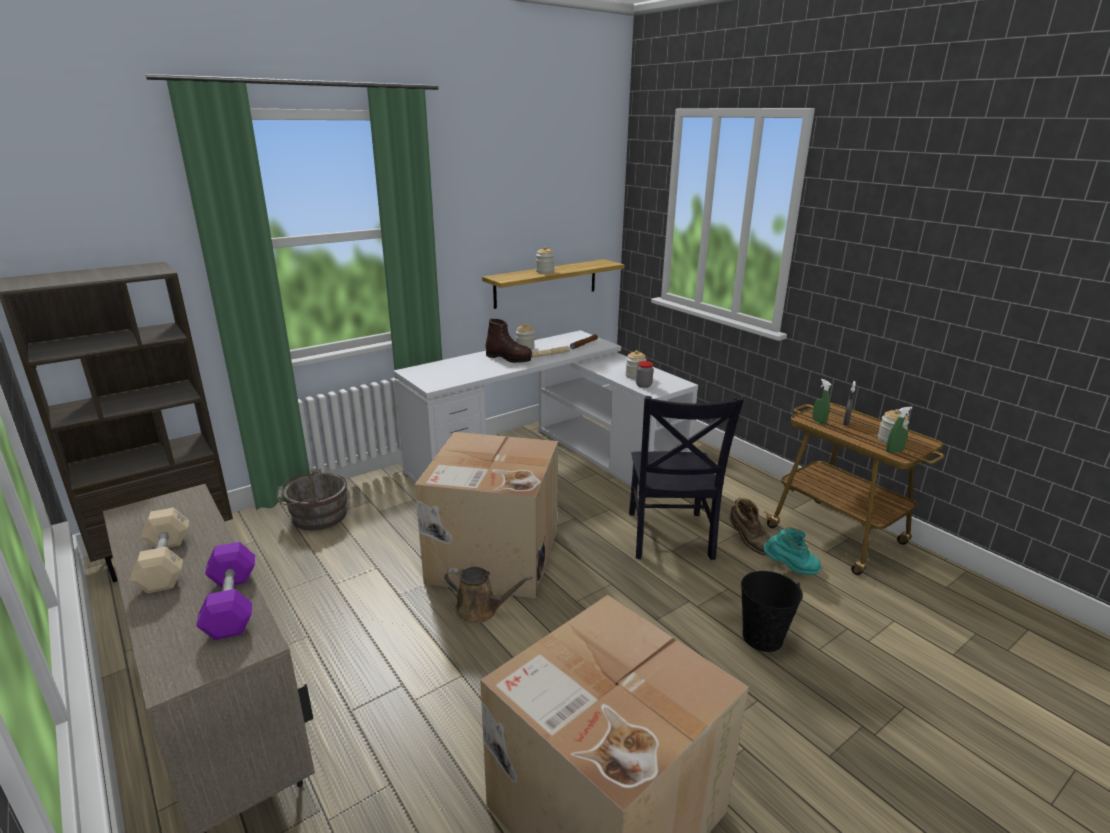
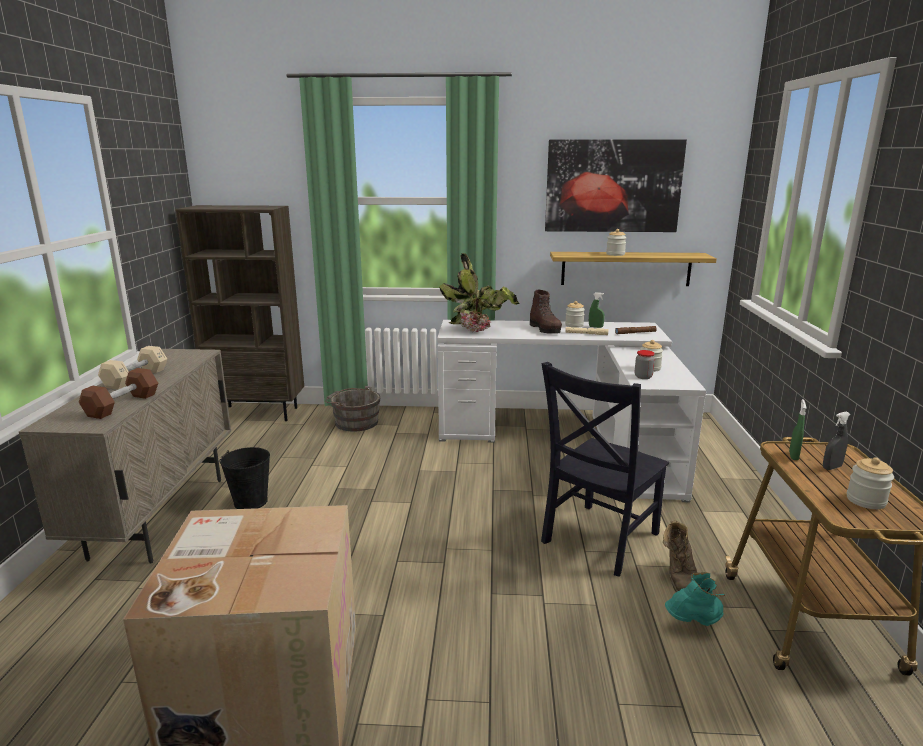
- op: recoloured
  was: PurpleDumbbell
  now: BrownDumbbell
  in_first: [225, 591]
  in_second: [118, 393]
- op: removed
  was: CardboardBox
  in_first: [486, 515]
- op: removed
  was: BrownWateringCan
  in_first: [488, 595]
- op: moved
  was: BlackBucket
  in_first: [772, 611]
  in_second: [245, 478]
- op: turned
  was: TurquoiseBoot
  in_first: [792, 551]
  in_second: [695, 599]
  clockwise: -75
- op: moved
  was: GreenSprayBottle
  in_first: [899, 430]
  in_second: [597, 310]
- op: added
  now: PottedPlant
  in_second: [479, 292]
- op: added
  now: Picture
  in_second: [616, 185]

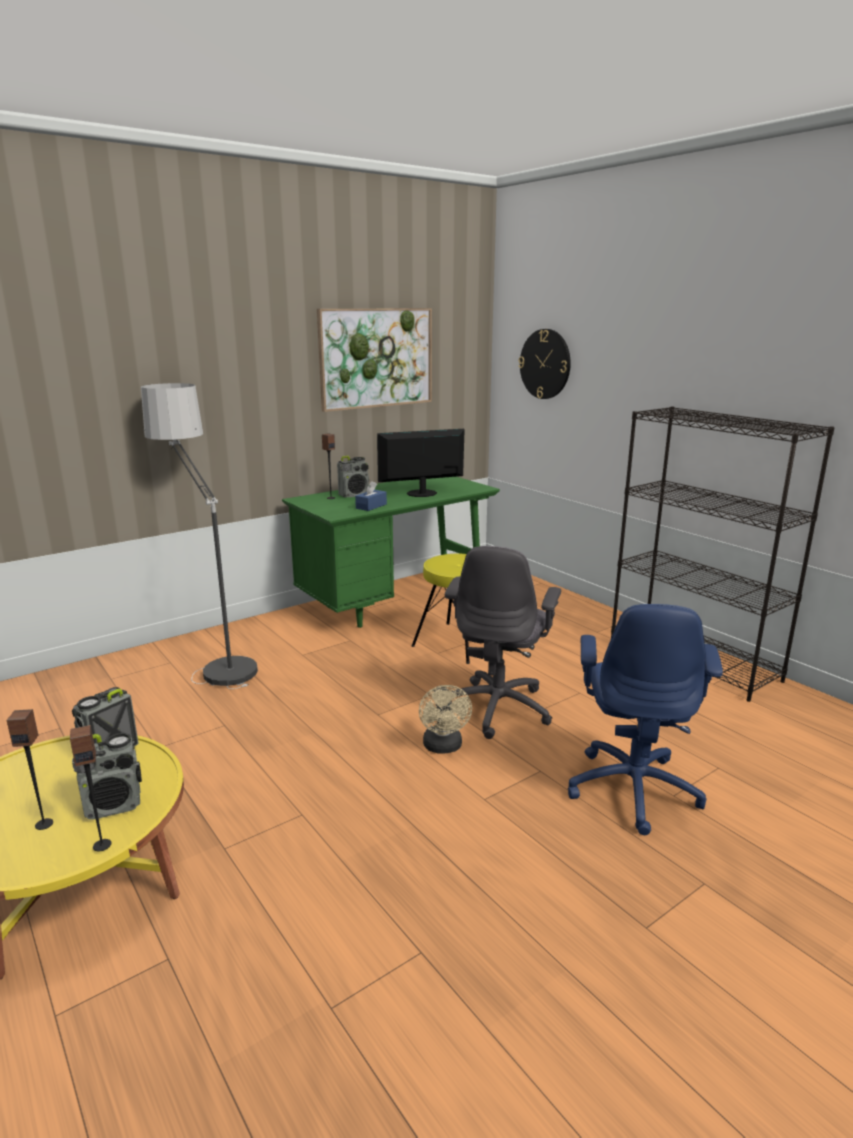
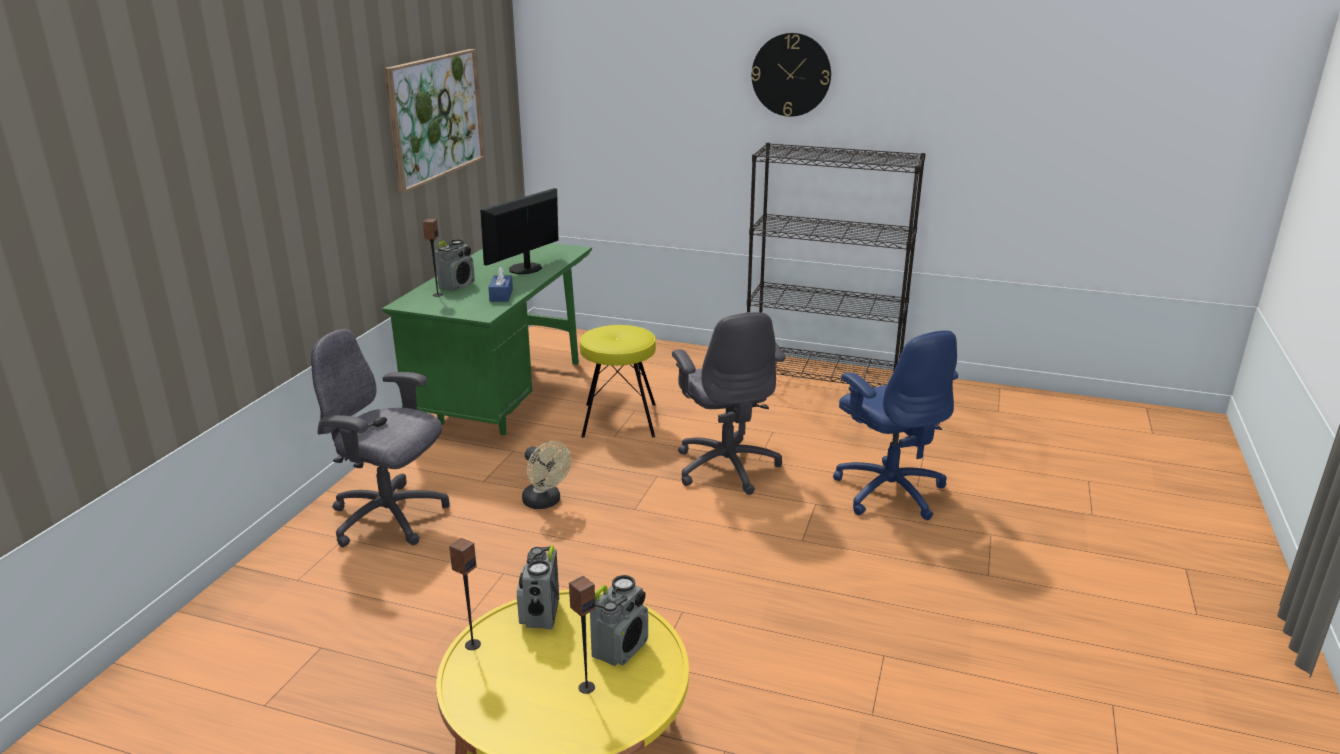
- op: moved
  was: Speaker
  in_first: [90, 788]
  in_second: [465, 594]
- op: replaced
  was: FloorLamp
  now: GreyOfficeChair
  in_first: [199, 536]
  in_second: [380, 438]
- op: moved
  was: BeigeFan
  in_first: [445, 719]
  in_second: [546, 475]
- op: moved
  was: WallClock
  in_first: [544, 364]
  in_second: [791, 75]

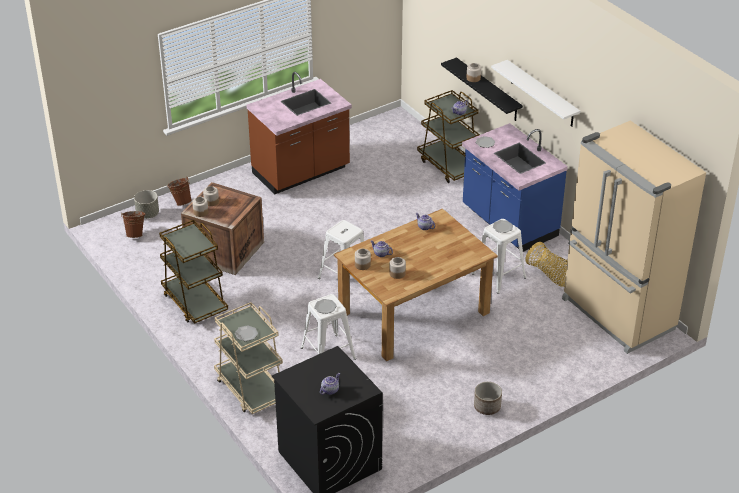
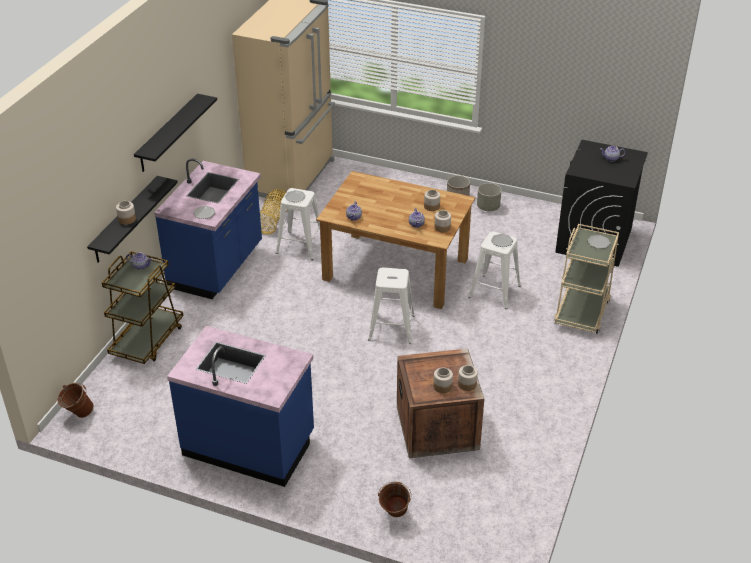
- op: moved
  was: BrownBucket
  in_first: [133, 224]
  in_second: [76, 400]
- op: moved
  was: GreyPlanter
  in_first: [146, 204]
  in_second: [489, 197]
- op: removed
  was: BrownCart
  in_first: [193, 272]
- op: recoloured
  was: BrownCounter
  now: BlueCounter
  in_first: [299, 133]
  in_second: [240, 406]
- op: recoloured
  was: WhiteShelf
  now: BlackShelf
  in_first: [535, 93]
  in_second: [175, 133]

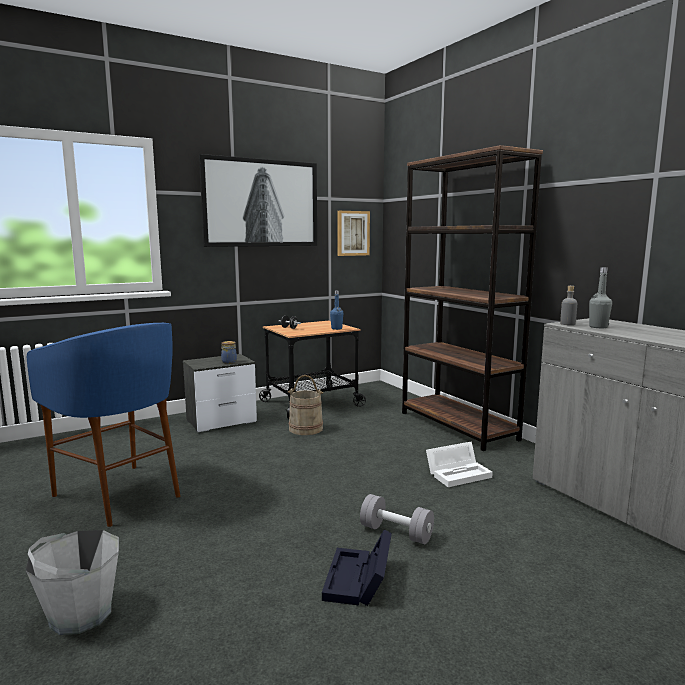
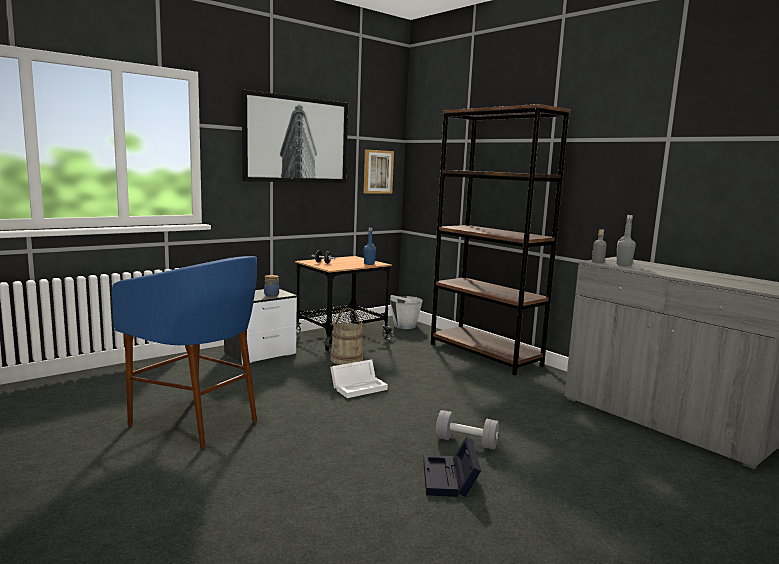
- op: moved
  was: GreyBucket
  in_first: [72, 582]
  in_second: [406, 312]
- op: moved
  was: WhiteStorageBox
  in_first: [459, 464]
  in_second: [359, 379]

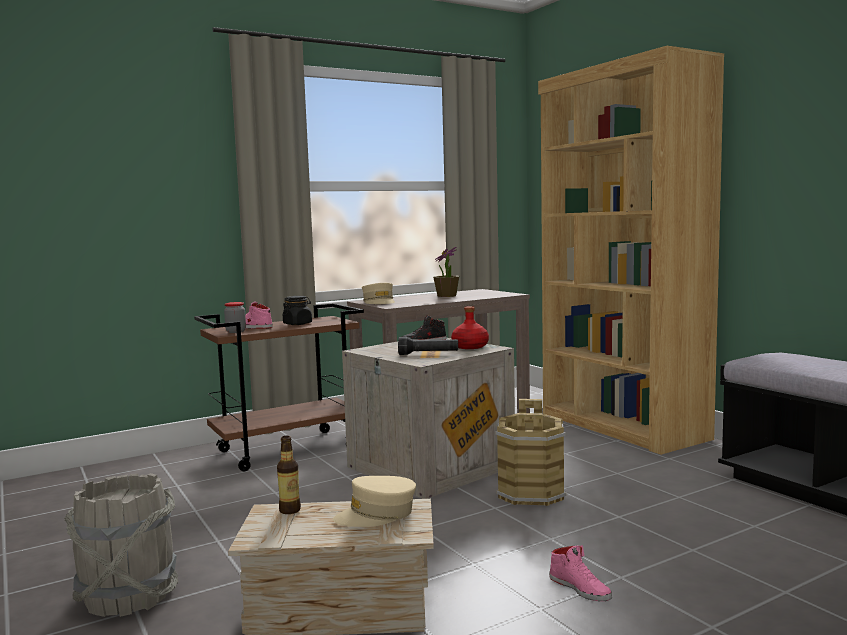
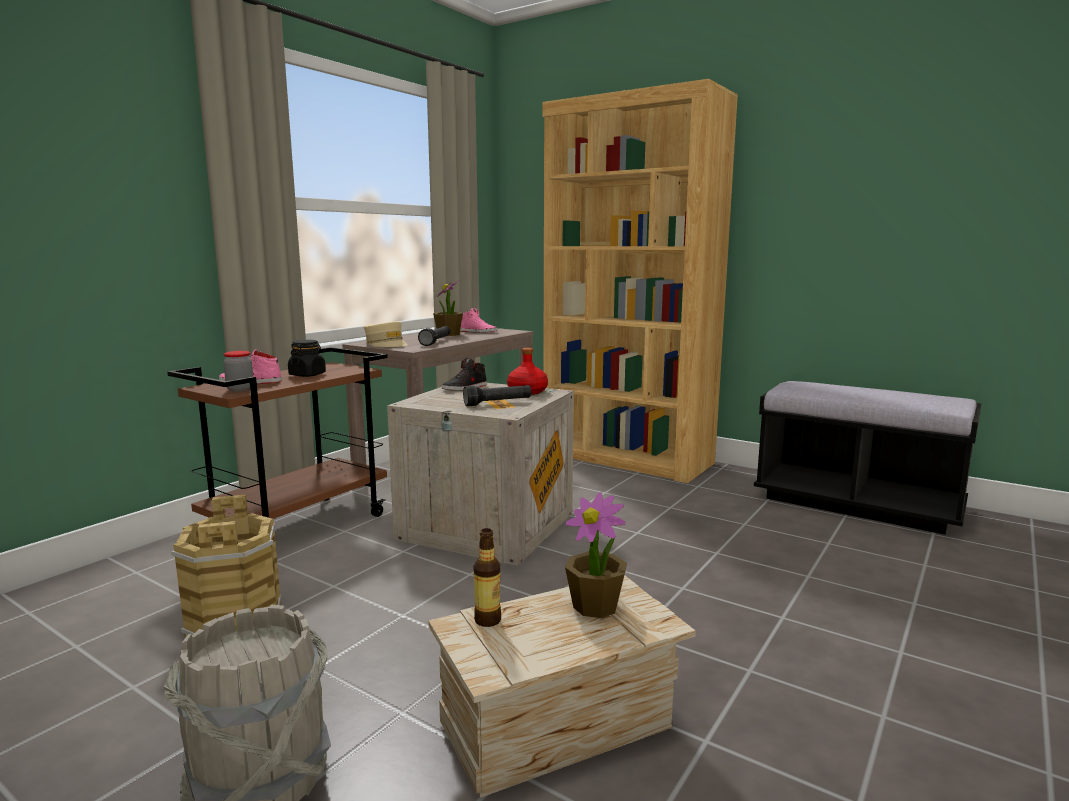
- op: replaced
  was: BeigeCap
  now: PottedPlant
  in_first: [374, 501]
  in_second: [596, 555]
- op: moved
  was: BrownBucket
  in_first: [530, 452]
  in_second: [226, 565]
- op: moved
  was: PinkShoe
  in_first: [580, 573]
  in_second: [478, 320]
- op: added
  now: BlackFlashlight
  in_second: [434, 336]

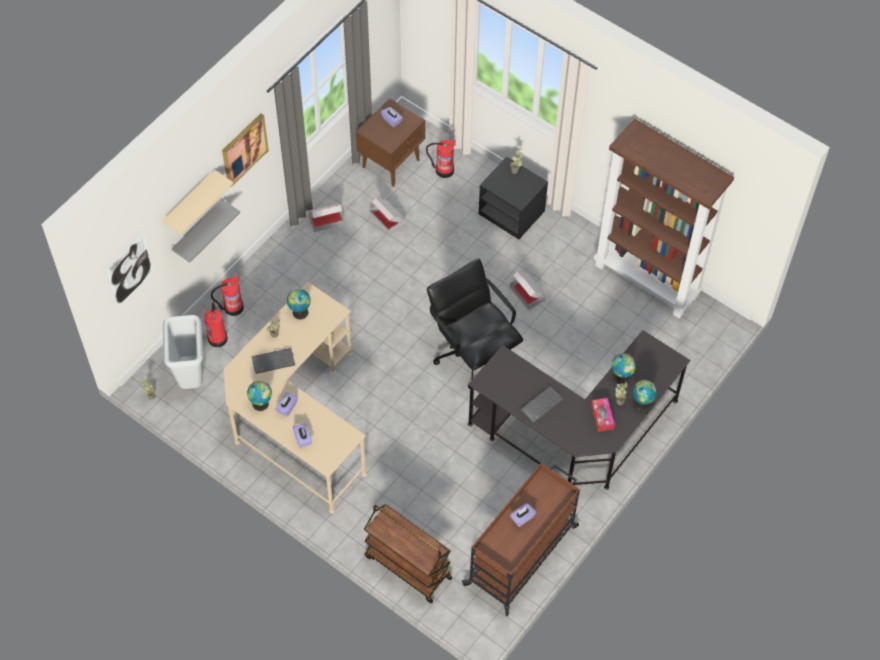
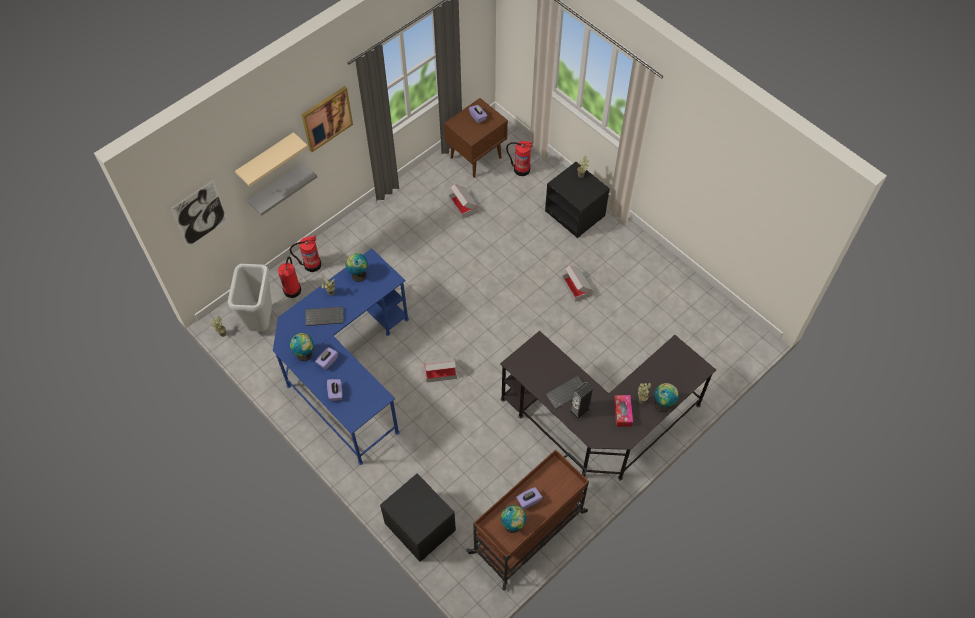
- op: recoloured
  was: BeigeDesk
  now: BlueDesk
  in_first: [295, 397]
  in_second: [341, 356]
- op: moved
  was: CardboardBox
  in_first: [326, 218]
  in_second: [440, 370]
- op: replaced
  was: BrownCart
  now: BlackNightstand
  in_first: [408, 553]
  in_second: [418, 517]
- op: removed
  was: BlackOfficeChair
  in_first: [475, 323]
- op: removed
  was: BrownBookcase
  in_first: [664, 218]
- op: moved
  was: Globe
  in_first: [624, 368]
  in_second: [513, 519]
- op: added
  now: Speaker
  in_second: [581, 400]

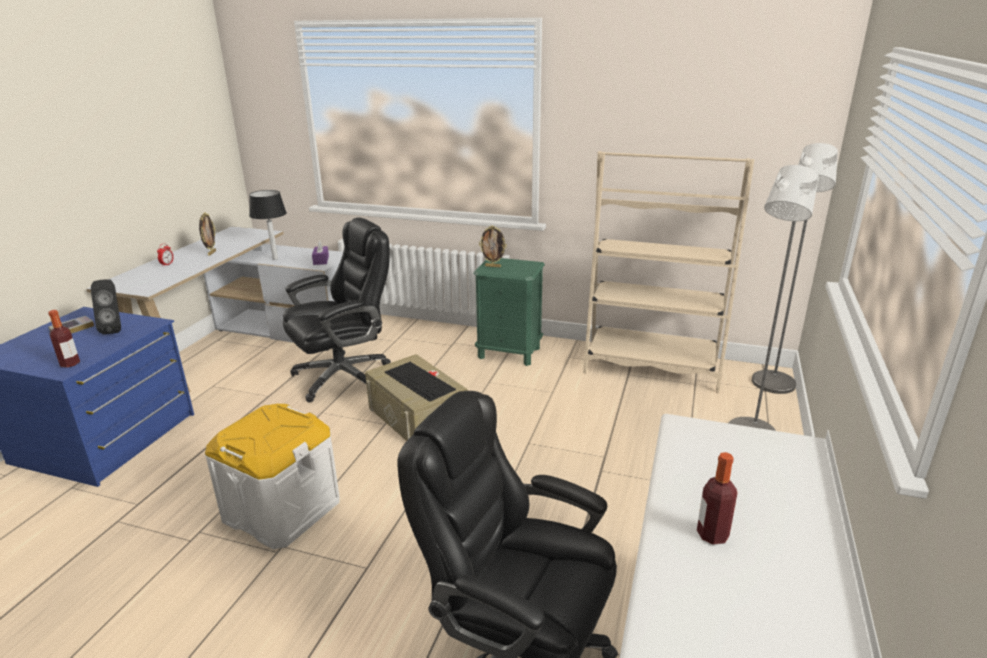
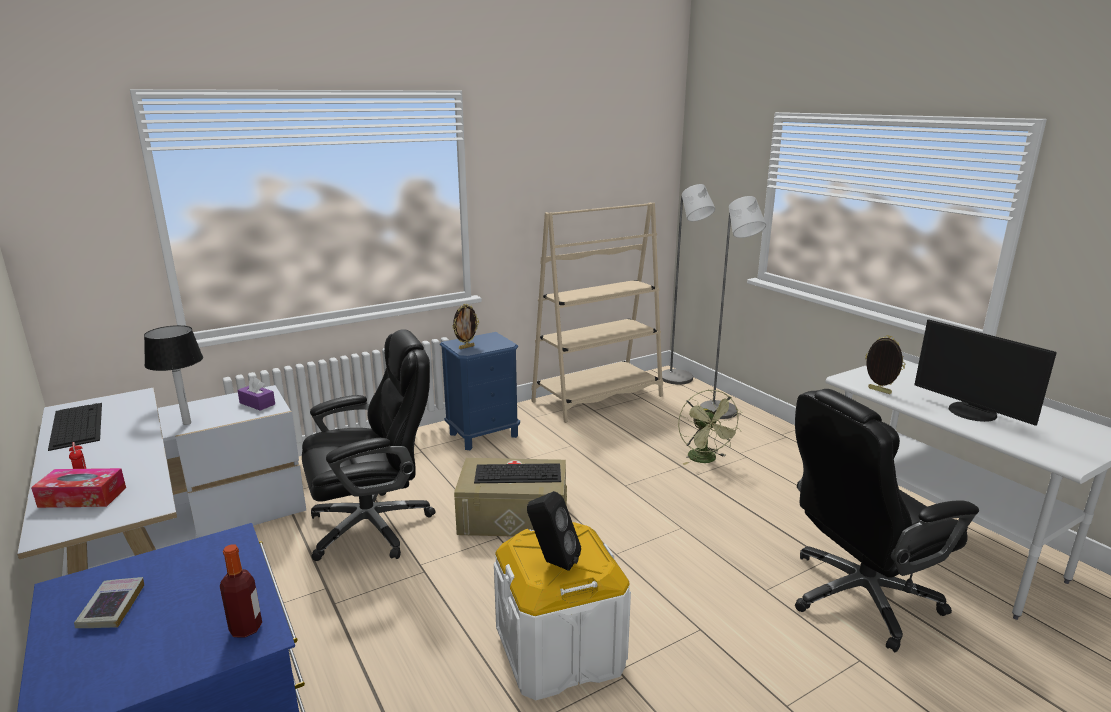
- op: moved
  was: BlackSpeaker
  in_first: [106, 306]
  in_second: [554, 531]
- op: moved
  was: PictureFrame
  in_first: [207, 234]
  in_second: [885, 364]
- op: turned
  was: BlackOfficeChair
  in_first: [337, 309]
  in_second: [369, 445]
  clockwise: 60
- op: recoloured
  was: GreenNightstand
  now: BlueNightstand
  in_first: [509, 312]
  in_second: [480, 391]
- op: replaced
  was: Bottle
  now: Monitor
  in_first: [717, 498]
  in_second: [985, 372]
- op: added
  now: TissueBox
  in_second: [78, 488]
- op: added
  now: Keyboard
  in_second: [75, 427]
- op: added
  now: GreenFan
  in_second: [710, 427]

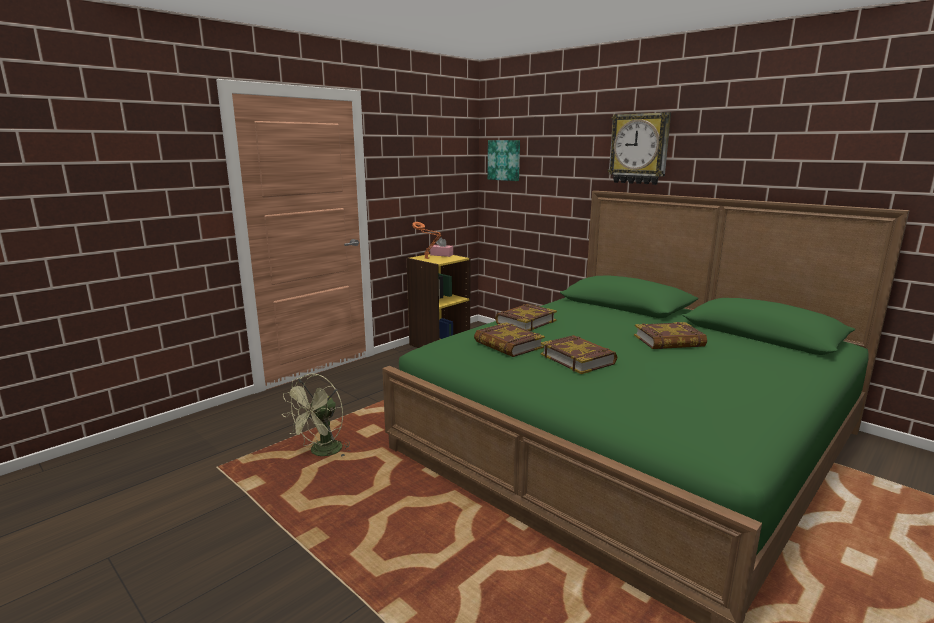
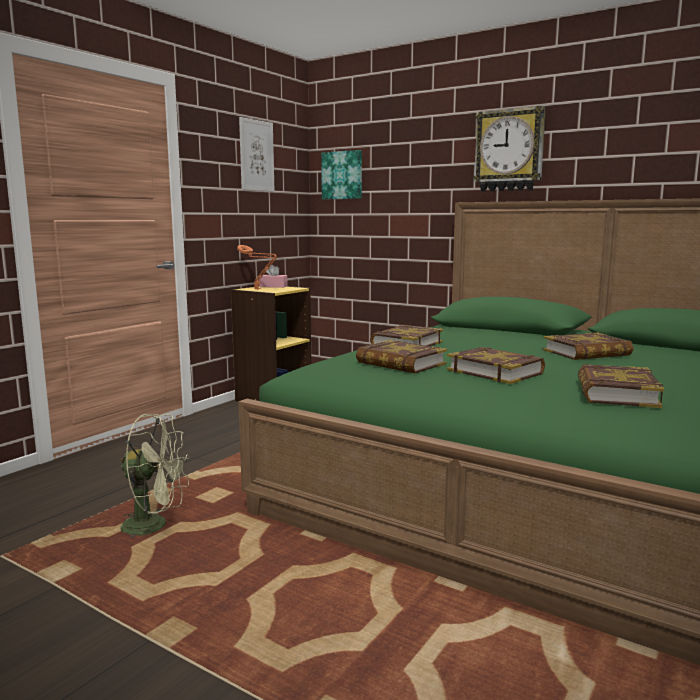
- op: turned
  was: GreenFan
  in_first: [316, 415]
  in_second: [155, 475]
  clockwise: -105
- op: added
  now: Picture
  in_second: [257, 154]
- op: added
  now: Book
  in_second: [621, 386]

